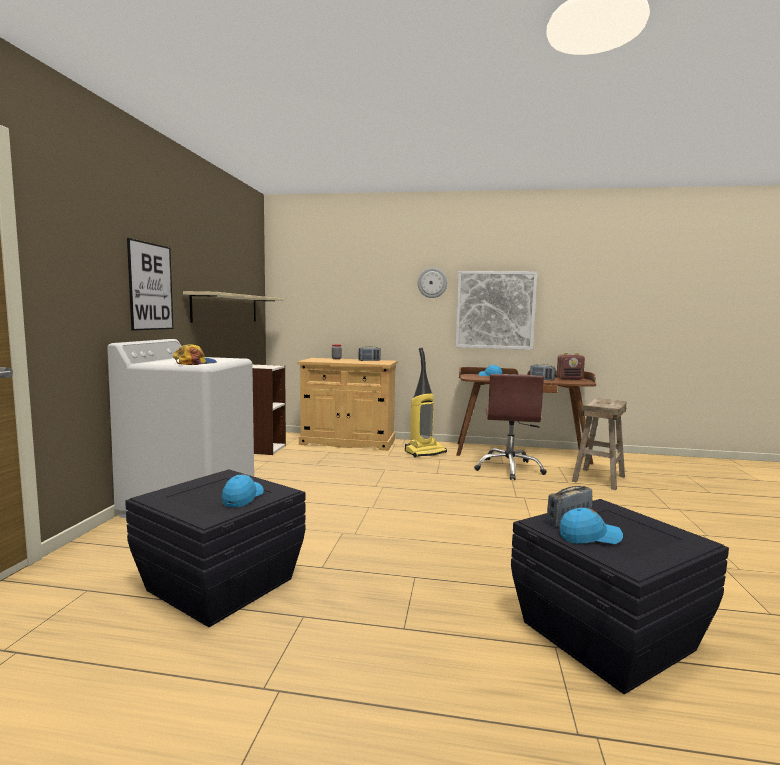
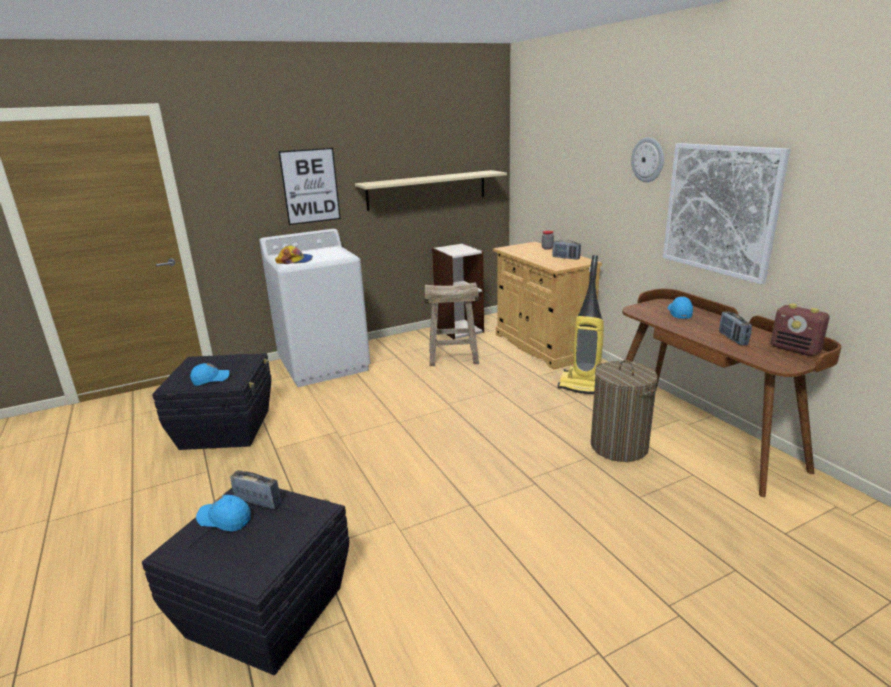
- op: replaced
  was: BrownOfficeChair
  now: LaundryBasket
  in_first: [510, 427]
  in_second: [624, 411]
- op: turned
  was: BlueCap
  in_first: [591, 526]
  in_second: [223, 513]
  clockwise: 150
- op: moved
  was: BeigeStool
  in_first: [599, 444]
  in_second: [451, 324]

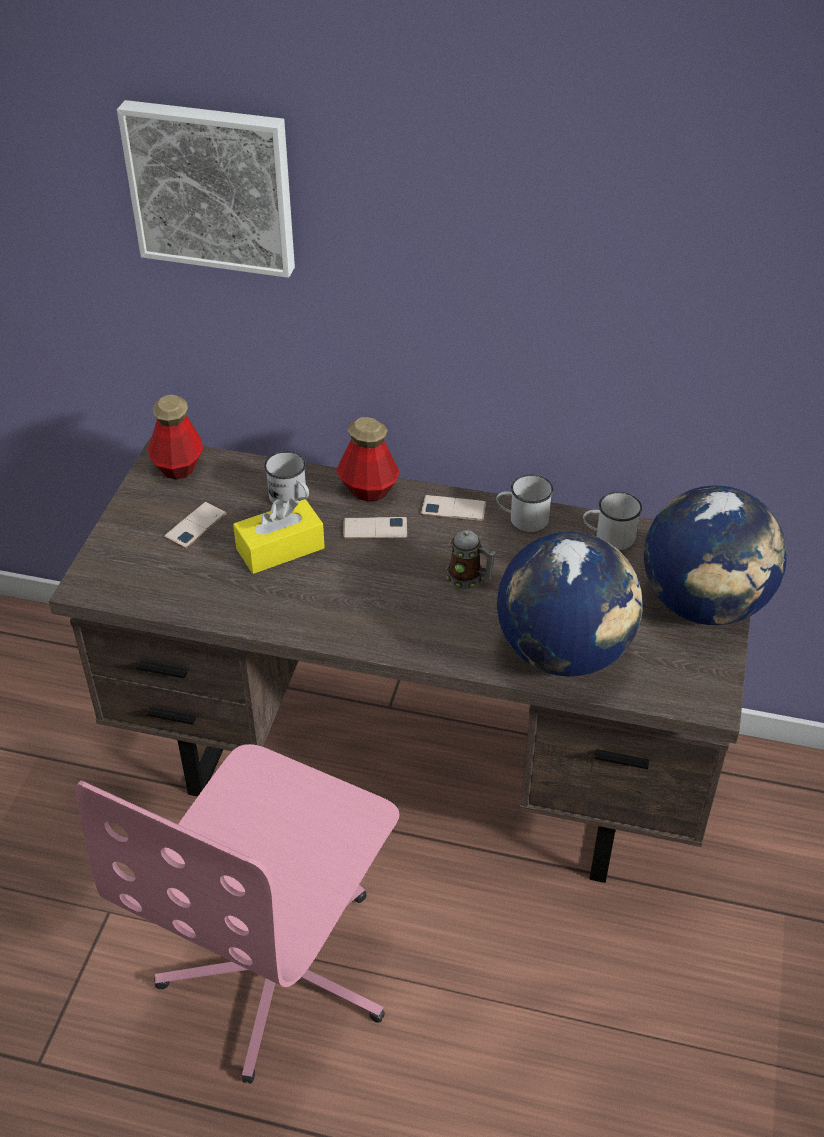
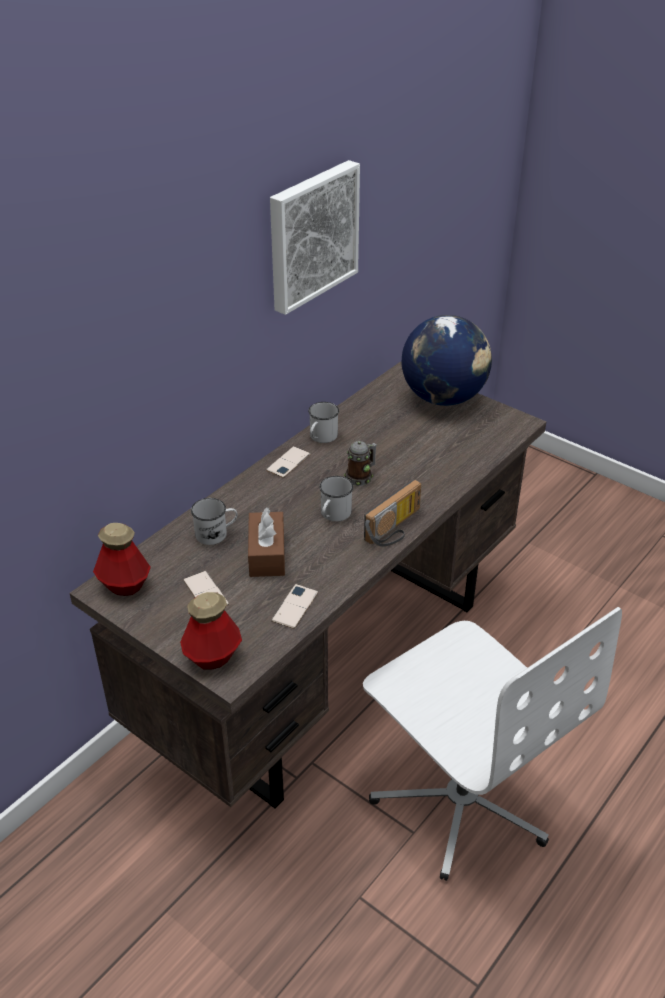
- op: recoloured
  was: PinkOfficeChair
  now: WhiteOfficeChair
  in_first: [237, 914]
  in_second: [492, 744]
- op: moved
  was: Picture
  in_first: [206, 189]
  in_second: [315, 237]
- op: recoloured
  was: YellowTissueBox
  now: BrownTissueBox
  in_first: [279, 536]
  in_second: [266, 542]
- op: moved
  was: Bottle
  in_first: [368, 459]
  in_second: [211, 631]
- op: moved
  was: Phone
  in_first: [375, 528]
  in_second: [294, 606]
- op: removed
  was: Globe
  in_first: [570, 604]
- op: moved
  was: WhiteMug
  in_first: [612, 521]
  in_second: [336, 499]
- op: added
  now: Radio
  in_second: [392, 513]

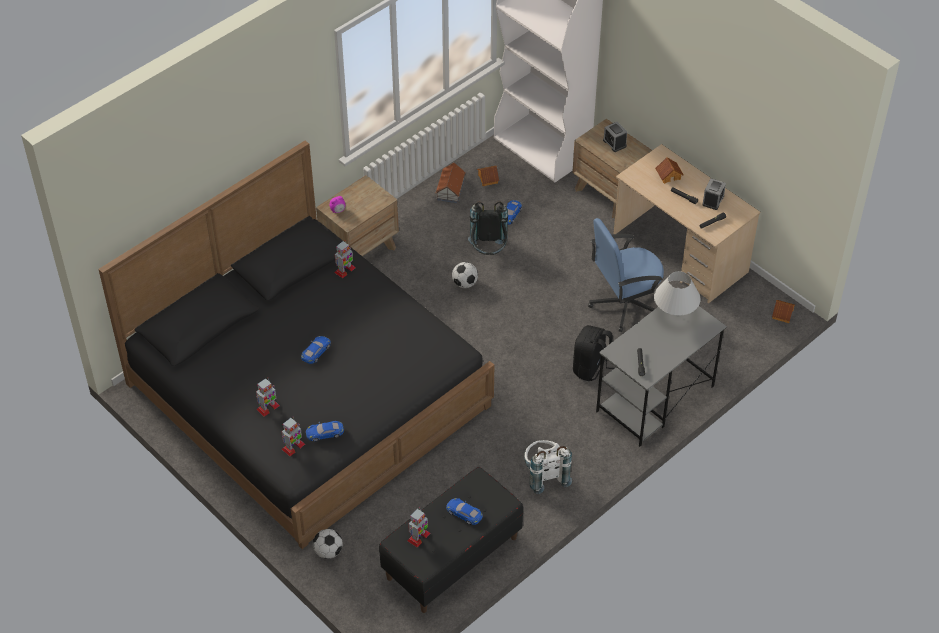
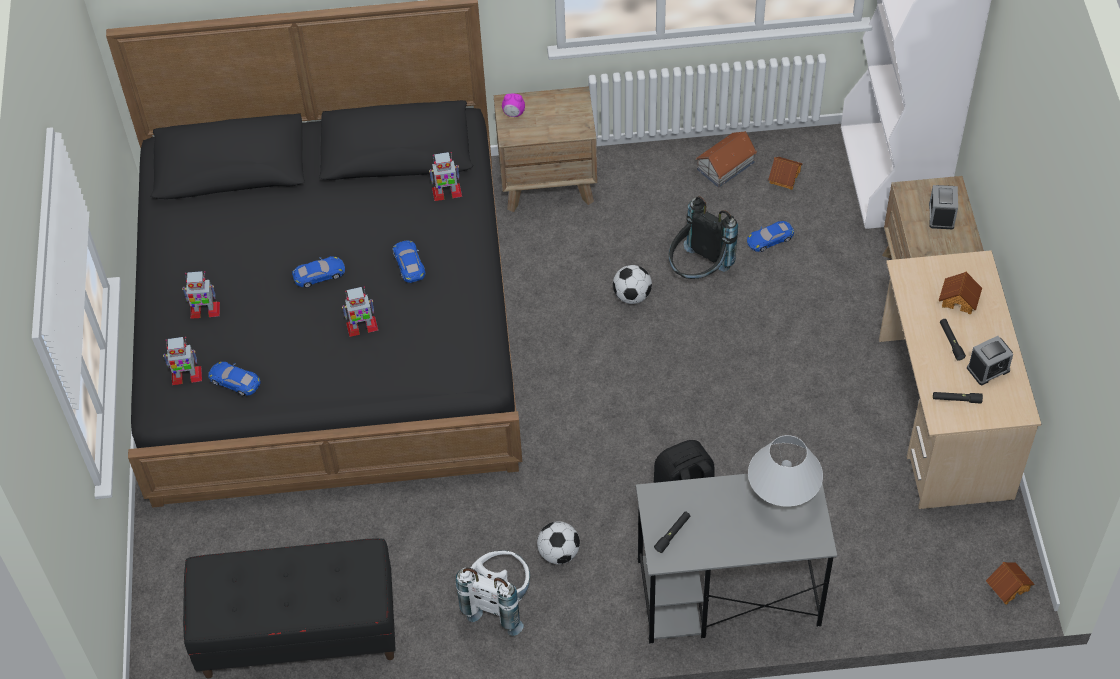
- op: moved
  was: Football
  in_first: [328, 544]
  in_second: [558, 542]
- op: moved
  was: ToyRobot
  in_first: [418, 527]
  in_second: [360, 311]
- op: moved
  was: BlueToyCar
  in_first: [464, 511]
  in_second: [409, 261]
- op: removed
  was: BlueOfficeChair
  in_first: [626, 275]

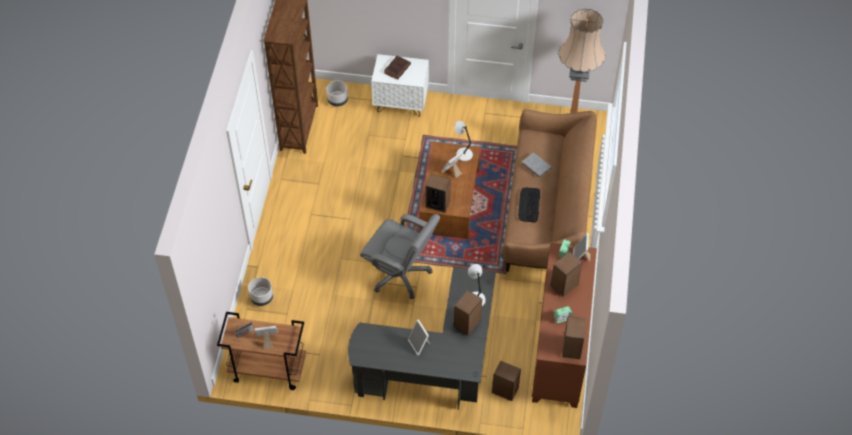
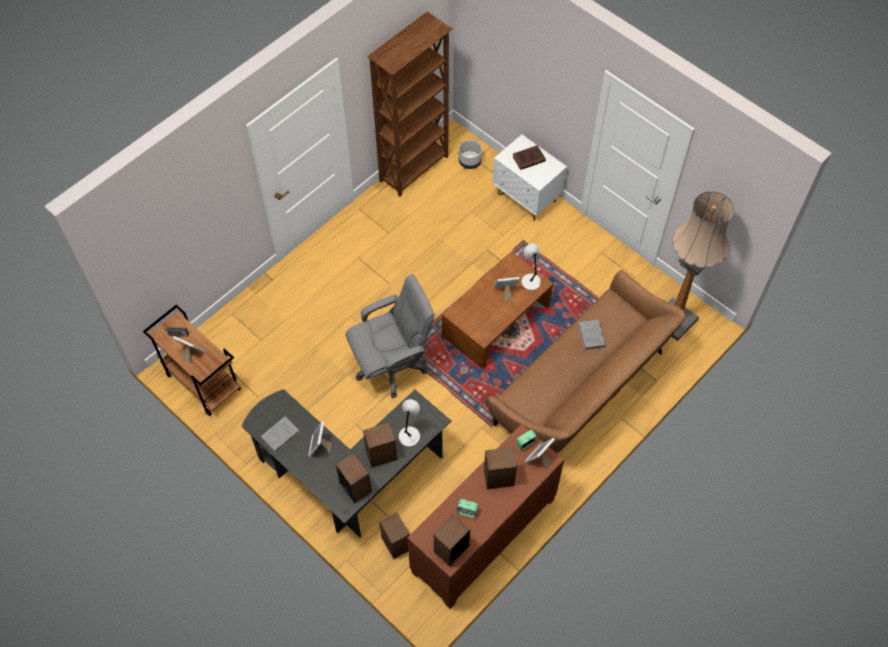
- op: removed
  was: GreyPlanter
  in_first: [260, 291]
- op: turned
  was: GreyOfficeChair
  in_first: [400, 256]
  in_second: [390, 336]
  clockwise: -90
- op: moved
  was: Speaker
  in_first: [438, 193]
  in_second: [354, 478]
- op: removed
  was: Keyboard
  in_first: [529, 204]
- op: added
  now: GreyBook
  in_second: [280, 434]

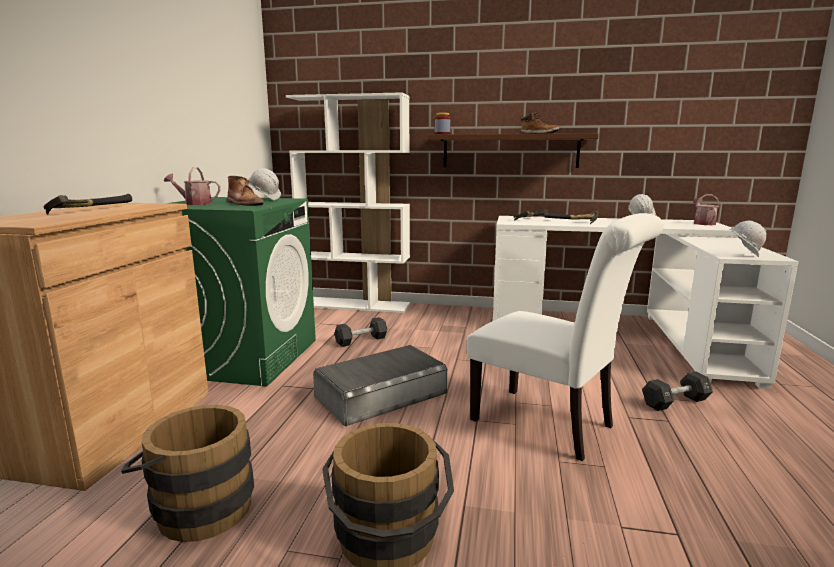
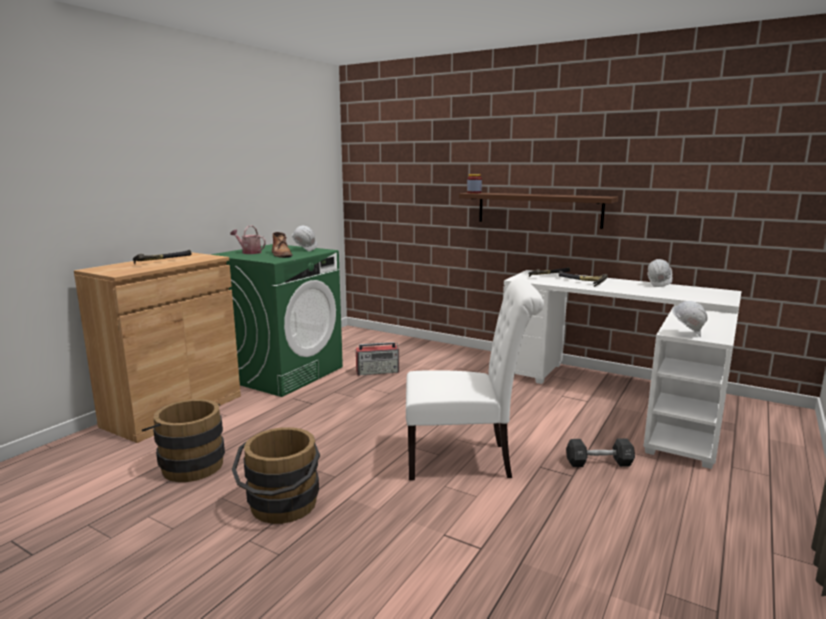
- op: removed
  was: WhiteBookcase
  in_first: [348, 202]
- op: removed
  was: GreyStorageBox
  in_first: [380, 385]
- op: replaced
  was: BlackDumbbell
  now: Radio
  in_first: [360, 332]
  in_second: [377, 359]
- op: turned
  was: WhiteChair
  in_first: [565, 337]
  in_second: [475, 379]
  clockwise: -60
- op: removed
  was: Boot
  in_first: [540, 123]
- op: removed
  was: WateringCan
  in_first: [706, 209]

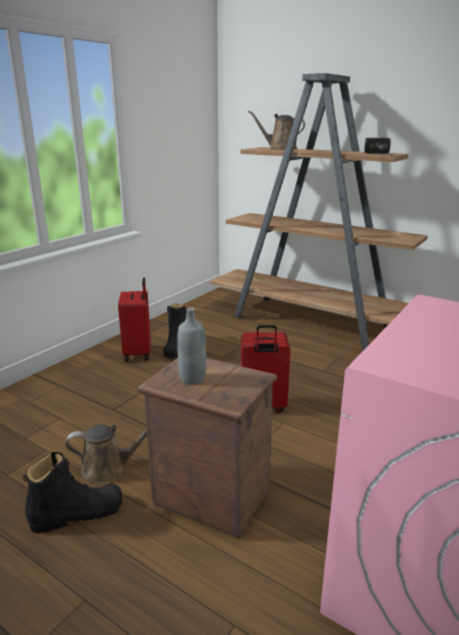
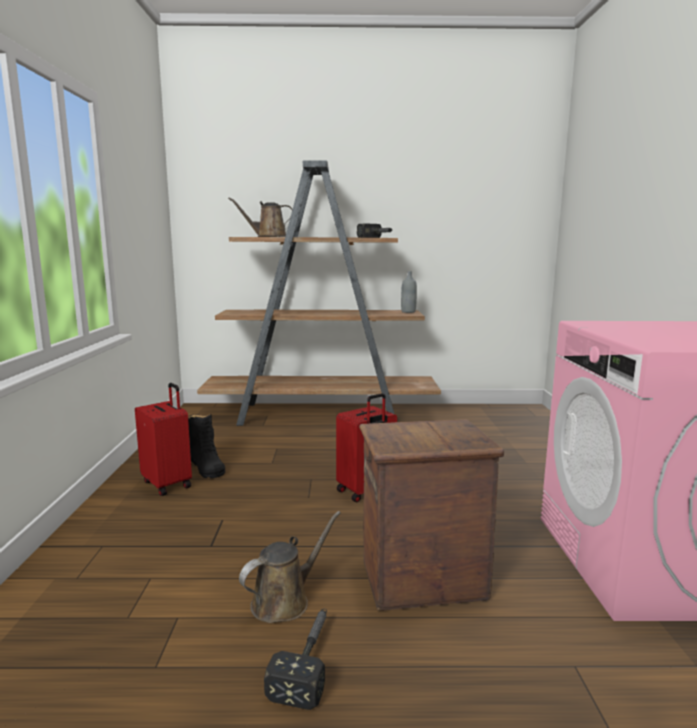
- op: replaced
  was: BlackBoot
  now: Hammer
  in_first: [73, 492]
  in_second: [295, 659]
- op: moved
  was: GreyBottle
  in_first: [191, 346]
  in_second: [409, 292]

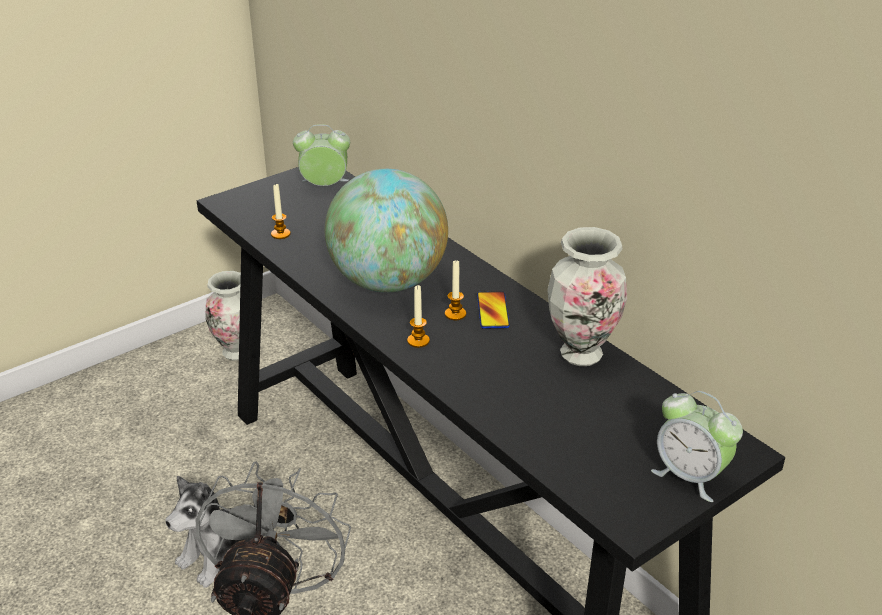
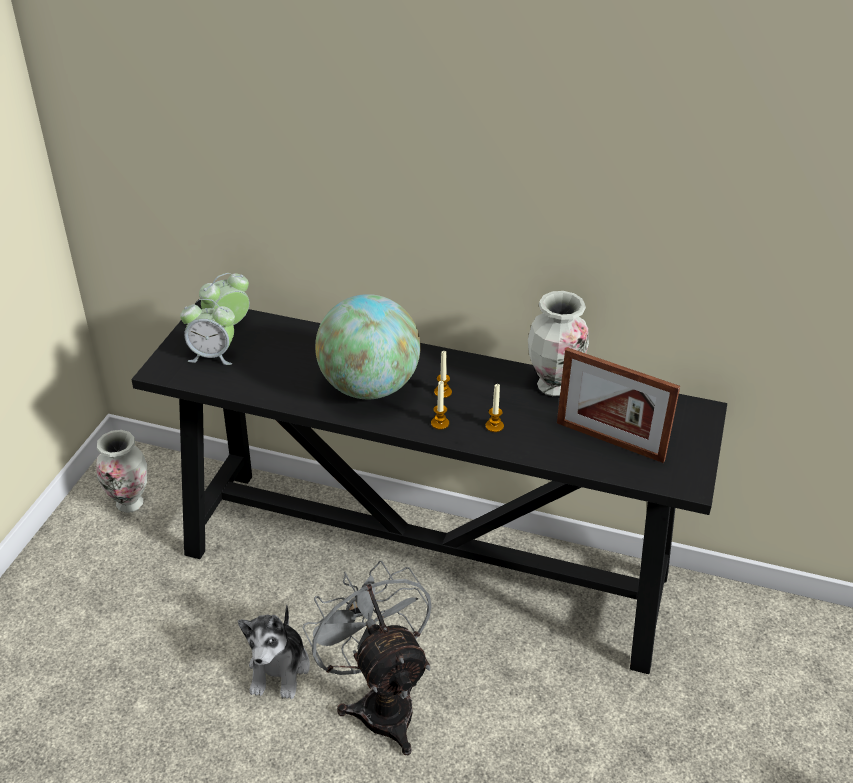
- op: moved
  was: Candle
  in_first: [281, 211]
  in_second: [494, 408]
- op: removed
  was: Phone
  in_first: [493, 310]
- op: moved
  was: AlarmClock
  in_first: [697, 446]
  in_second: [207, 332]
- op: added
  now: PictureFrame
  in_second: [618, 405]

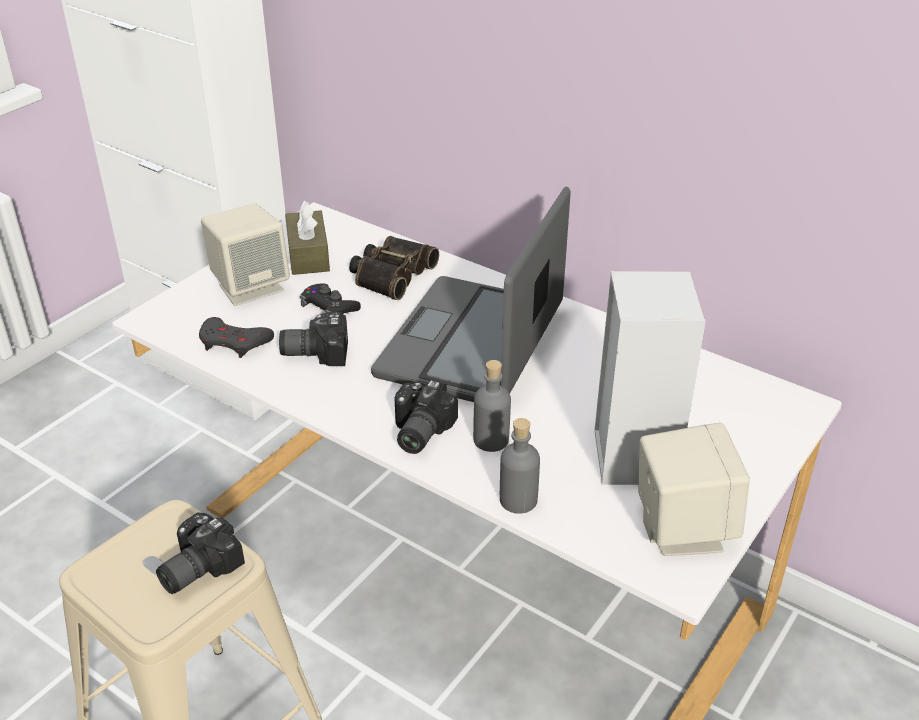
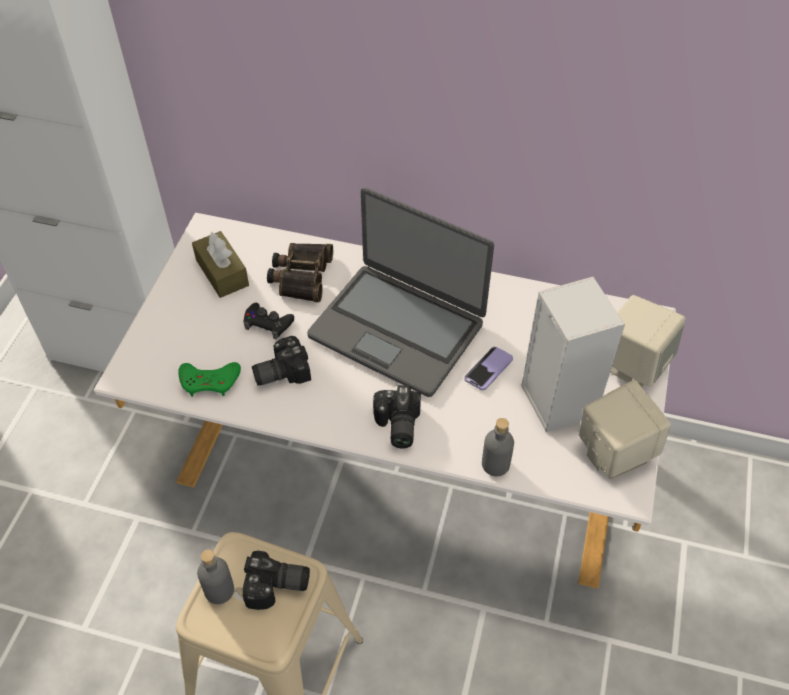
- op: turned
  was: PhotoCamera
  in_first: [200, 553]
  in_second: [276, 580]
  clockwise: -105
- op: recoloured
  was: GreyGameController
  now: GreenGameController
  in_first: [236, 337]
  in_second: [209, 379]
- op: moved
  was: BeigeSpeaker
  in_first: [245, 254]
  in_second: [647, 341]
- op: turned
  was: Laptop
  in_first: [471, 294]
  in_second: [400, 292]
  clockwise: -60
- op: moved
  was: GreyBottle
  in_first: [492, 406]
  in_second: [215, 576]
- op: added
  now: Phone
  in_second: [488, 368]

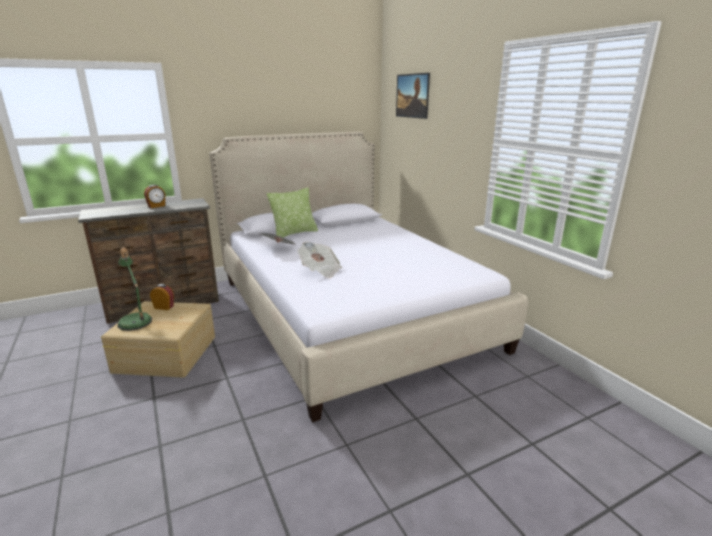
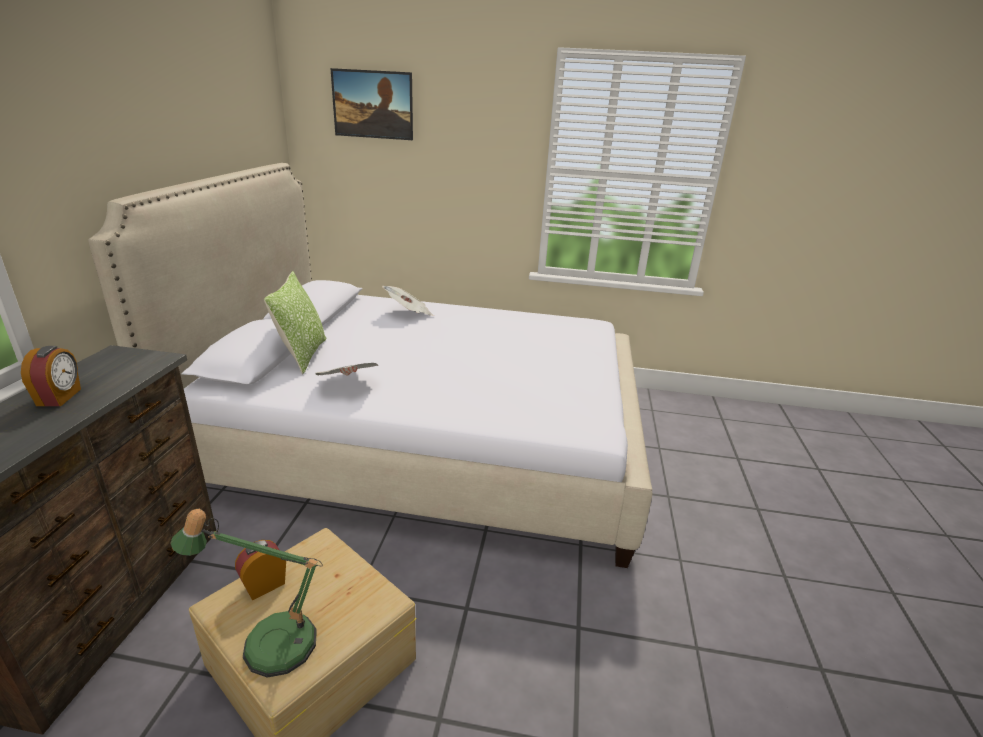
- op: moved
  was: Newspaper
  in_first: [319, 260]
  in_second: [408, 301]

